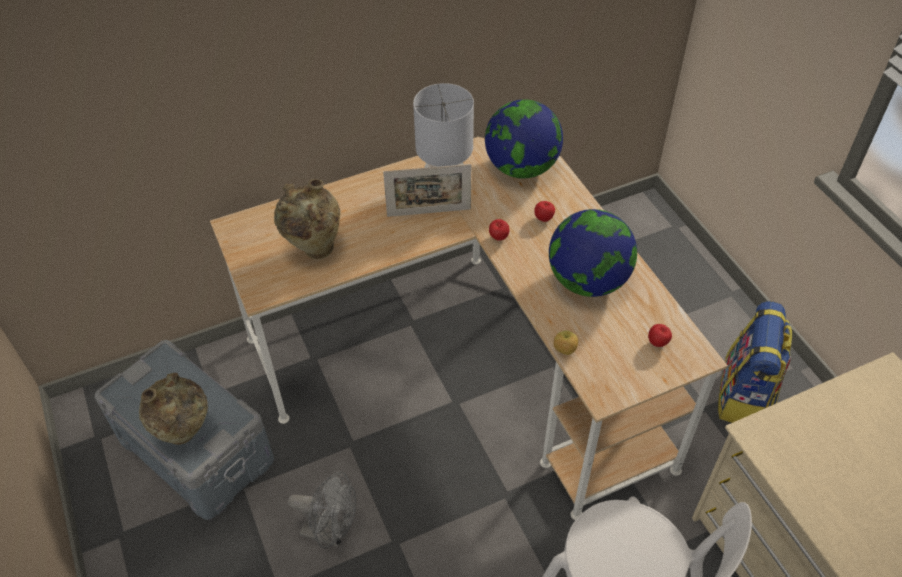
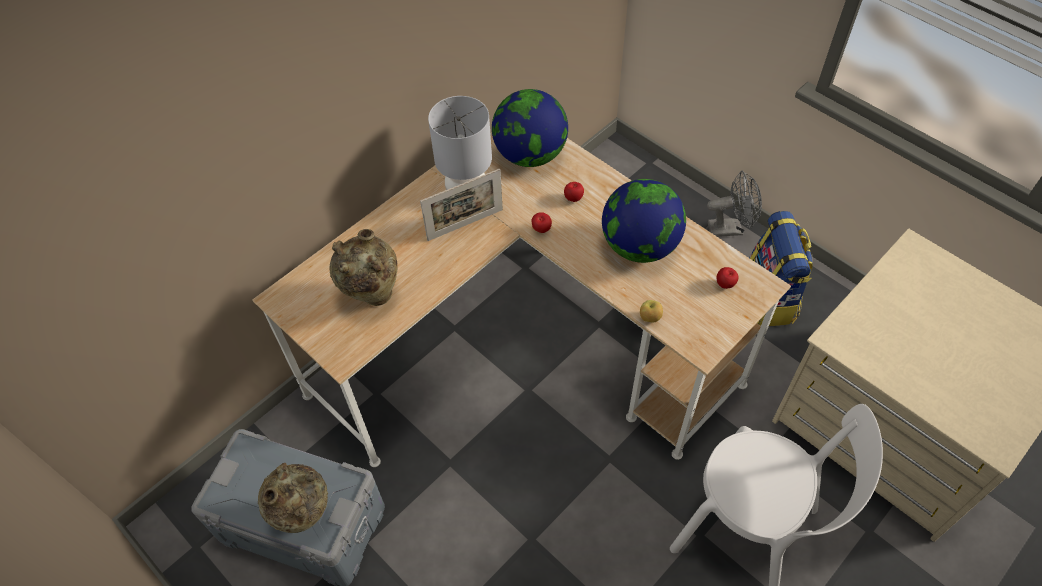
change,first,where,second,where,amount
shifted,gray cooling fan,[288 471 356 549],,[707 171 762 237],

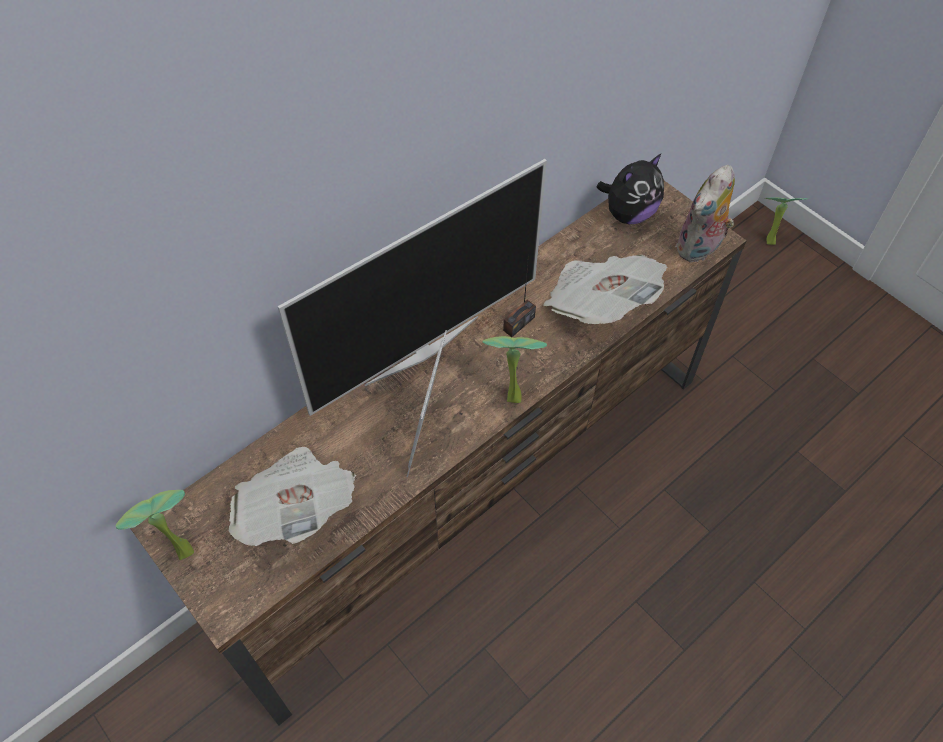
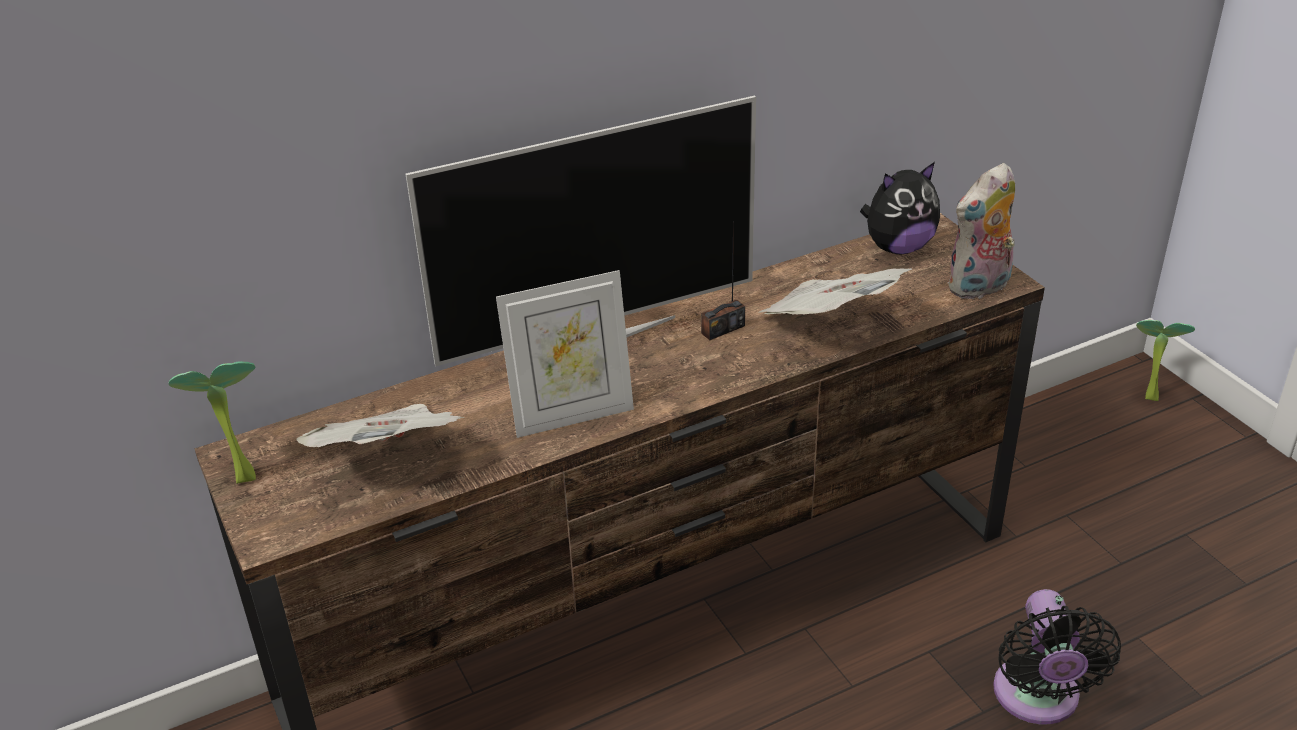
change,first,where,second,where,amount
rotated,standing frame,[407 330 447 477],,[496 270 634 438],135 degrees counterclockwise
gone,houseplant,[483 336 547 403],,,
new,,,black cooling fan,[993 589 1121 724],

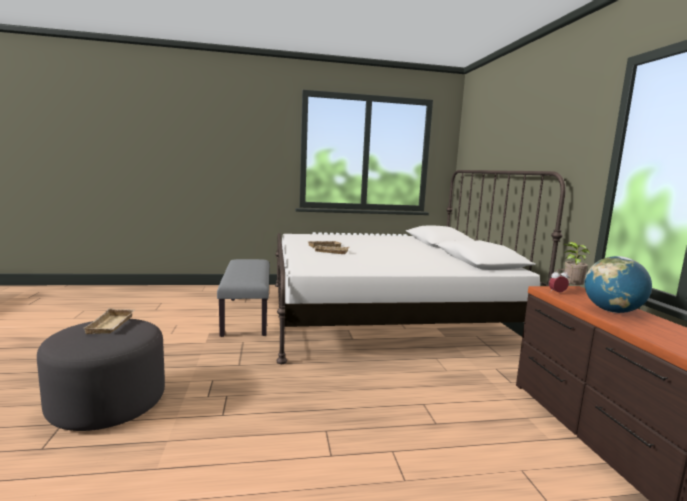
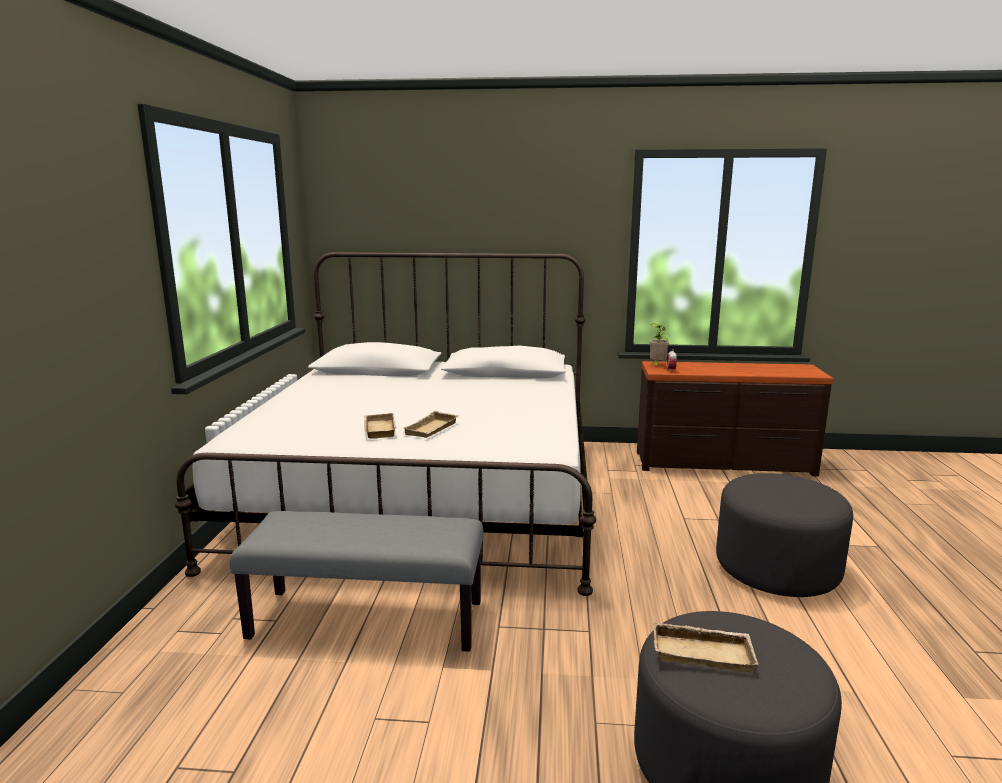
change,first,where,second,where,amount
gone,world globe,[584 256 652 313],,,
new,,,gray pouffe,[716 473 853 597],

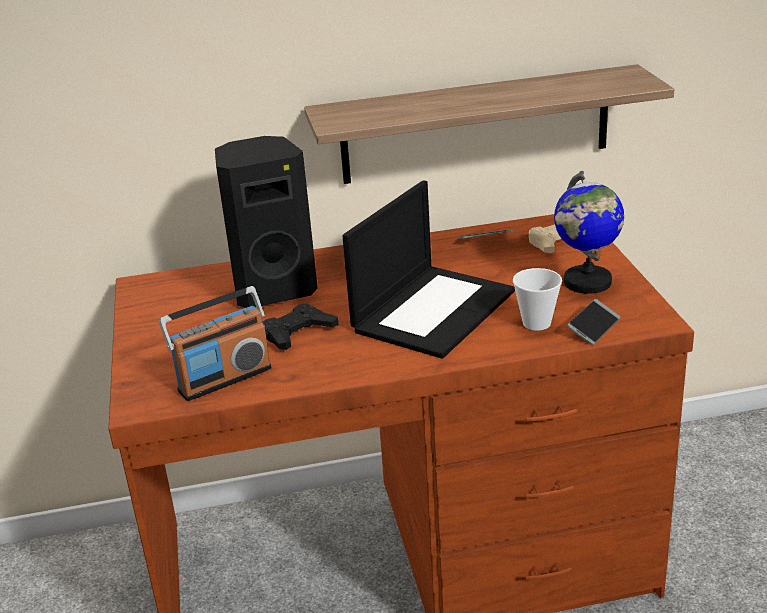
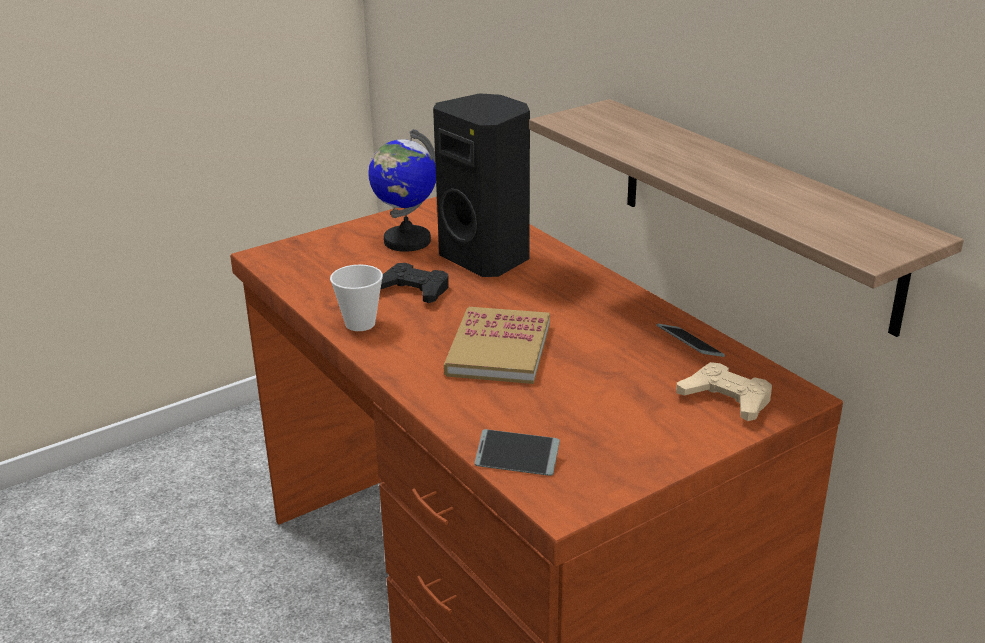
change,first,where,second,where,amount
shifted,world globe,[554 171 624 294],,[368 129 436 252],
swapped,laptop,[343 180 515 359],book,[444 307 550 384],
shifted,drinking cup,[513 268 562 331],,[330 264 383 331],
gone,radio set,[159 286 272 401],,,

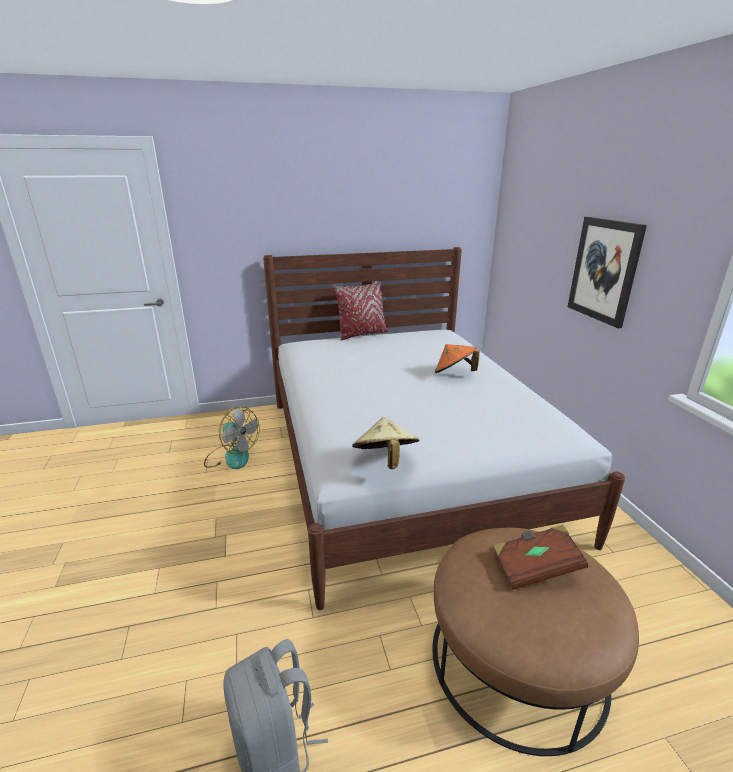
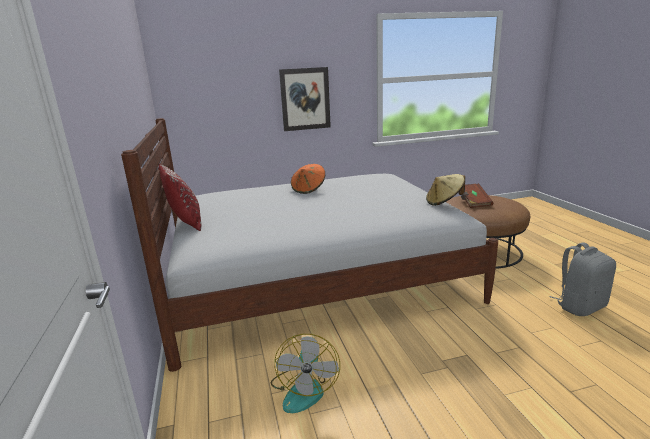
change,first,where,second,where,amount
rotated,cooling fan,[204 407 260 469],,[271 334 340 413],150 degrees clockwise

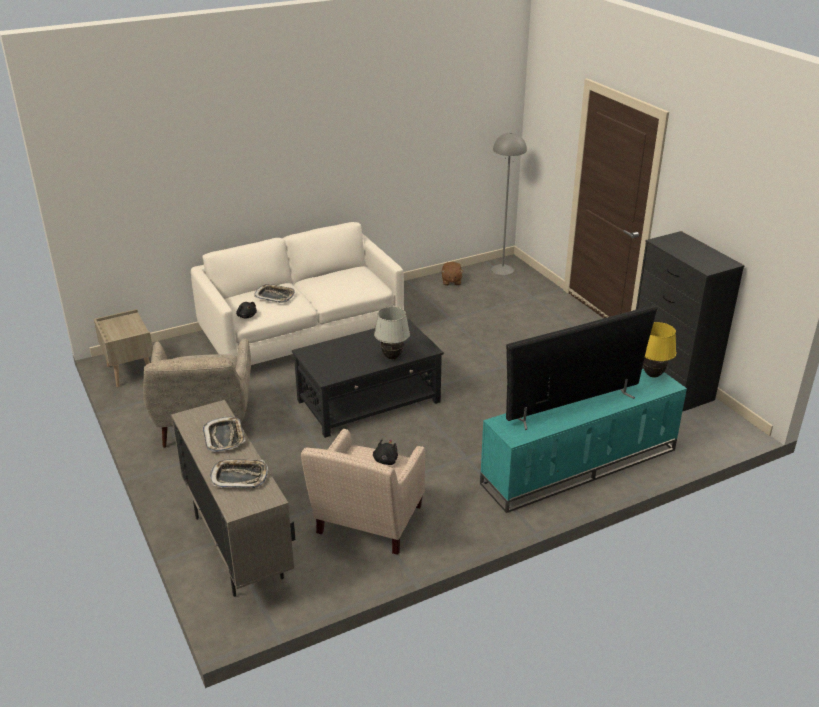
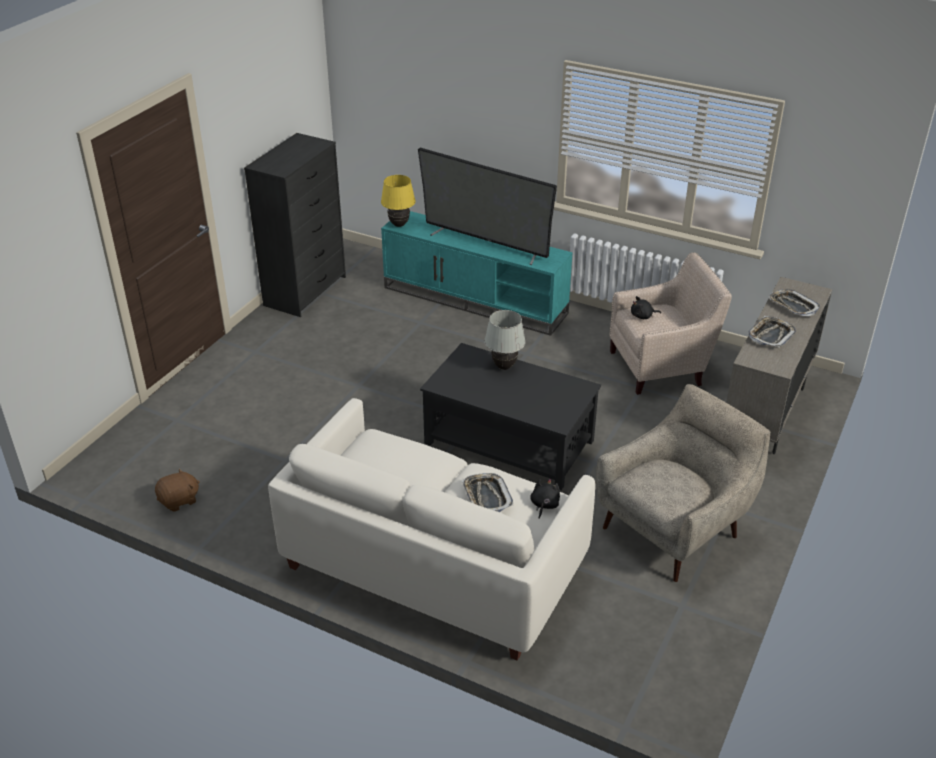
change,first,where,second,where,amount
gone,gray standard lamp,[491 133 527 275],,,
gone,sand-coloured bedside table,[94 309 153 387],,,

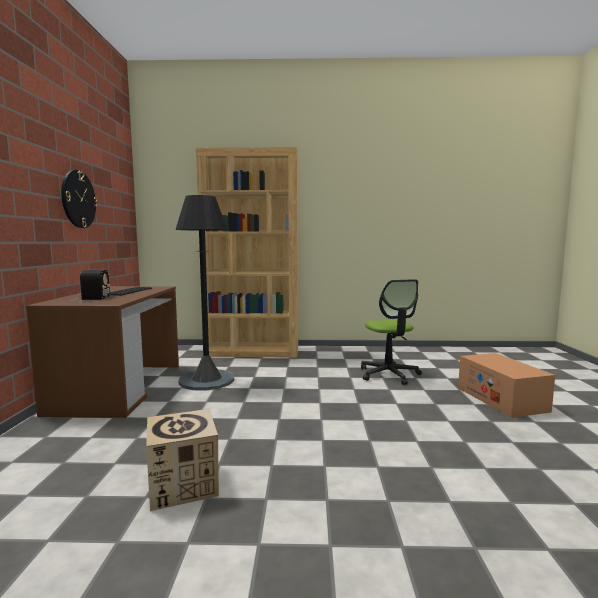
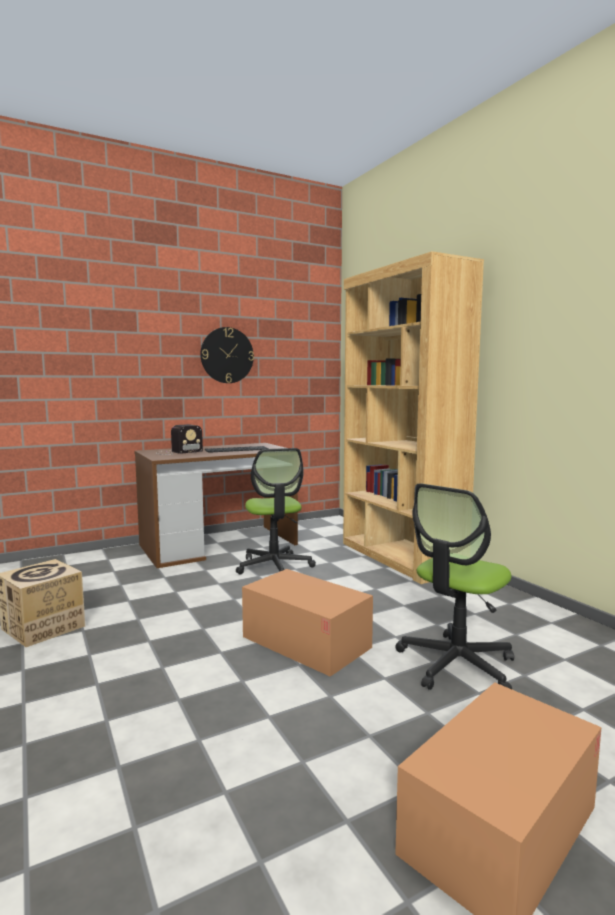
change,first,where,second,where,amount
swapped,black standard lamp,[175 195 234 390],desk chair,[236 448 316 575],
new,,,packing box,[242 569 373 677],

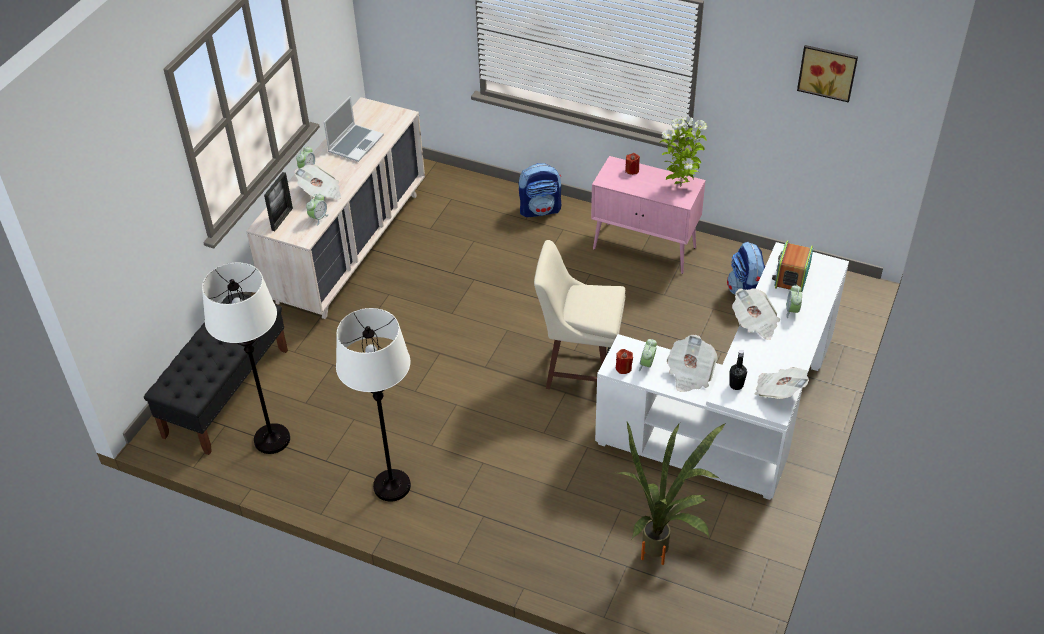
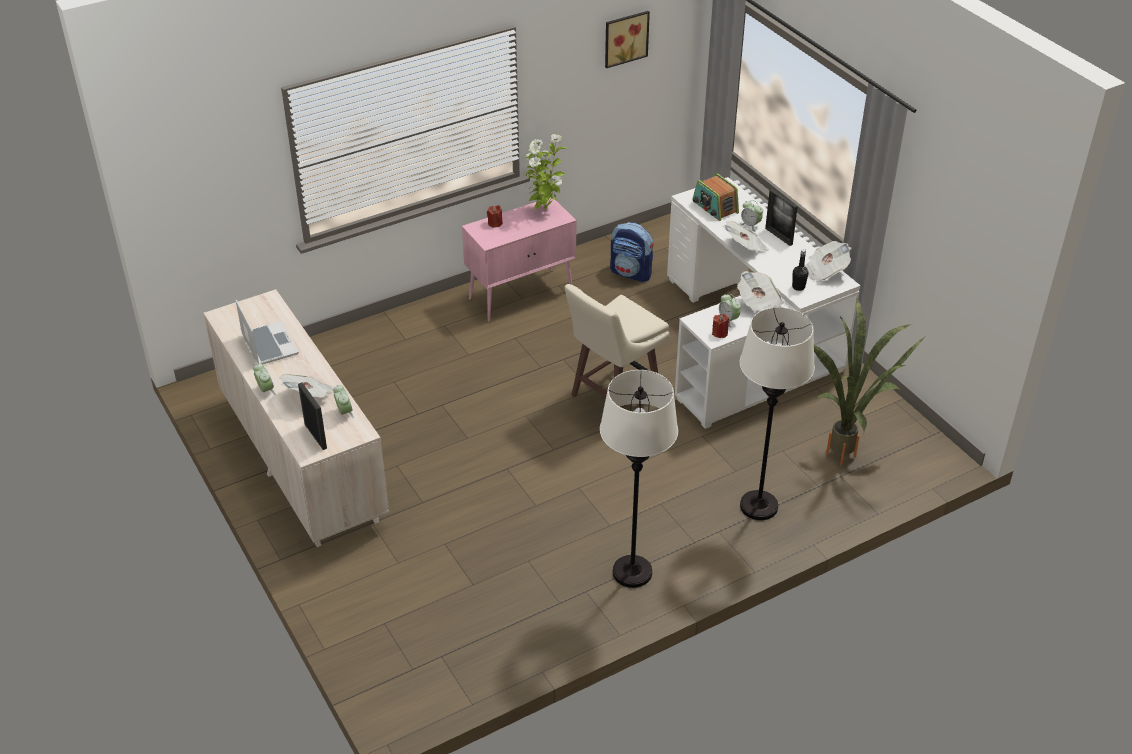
change,first,where,second,where,amount
gone,rucksack,[519 163 561 217],,,
shifted,white standard lamp,[202 263 290 454],,[740 307 815 520],
gone,black bench,[144 293 288 455],,,
new,,,standing frame,[765 189 798 246],

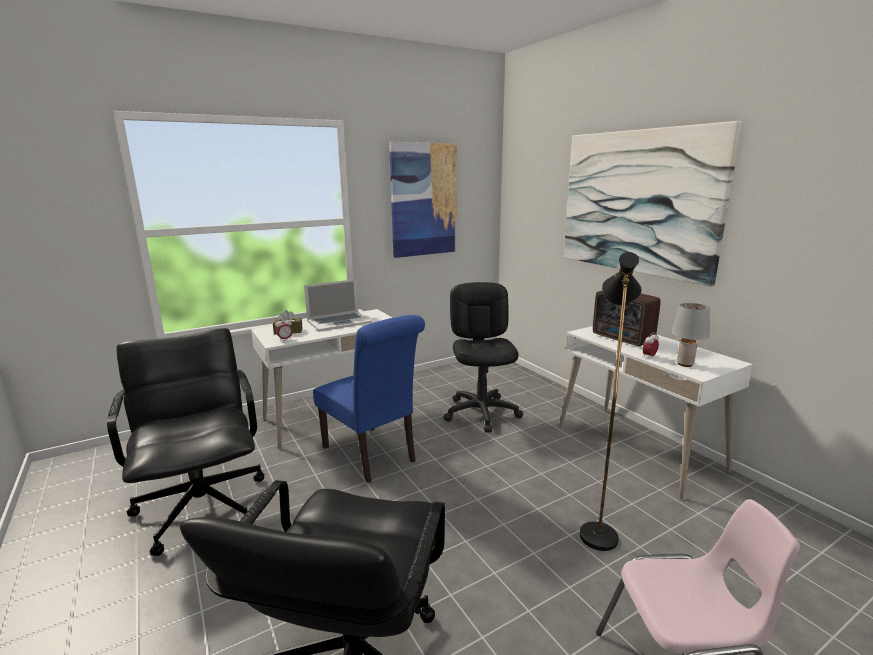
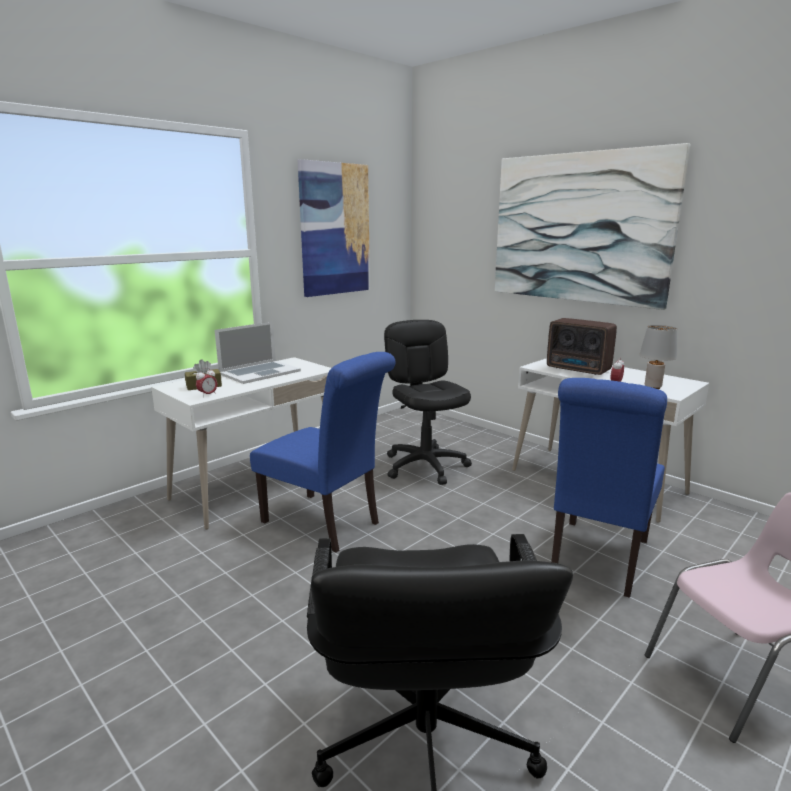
change,first,where,second,where,amount
swapped,black standard lamp,[580 252 642 551],blue upright chair,[551 378 667 598],
gone,black desk chair,[107 328 264 556],,,

